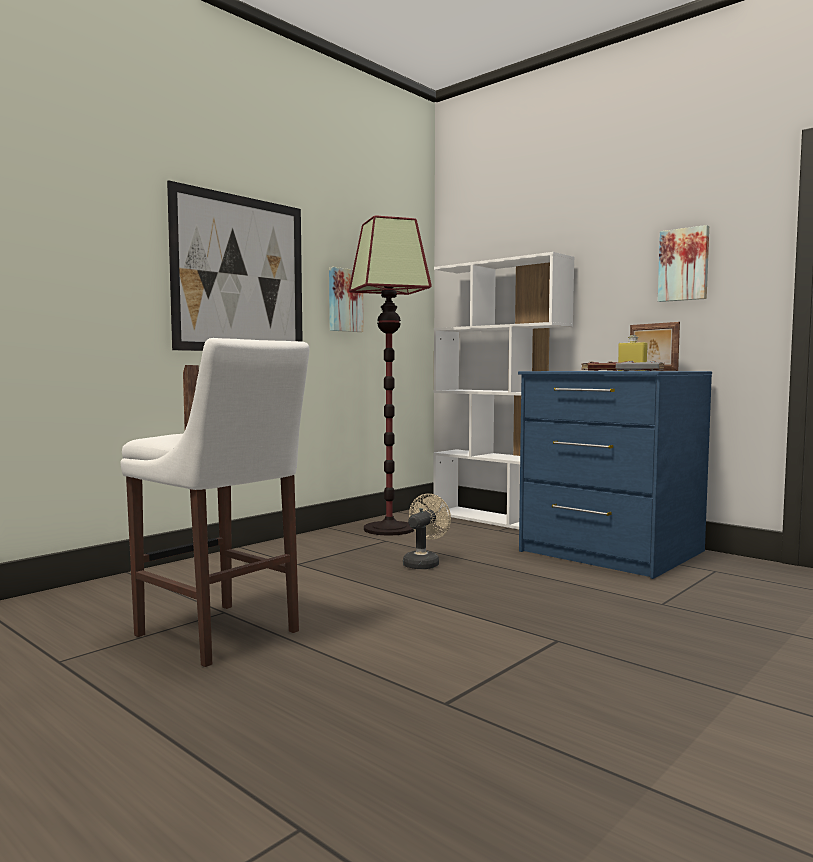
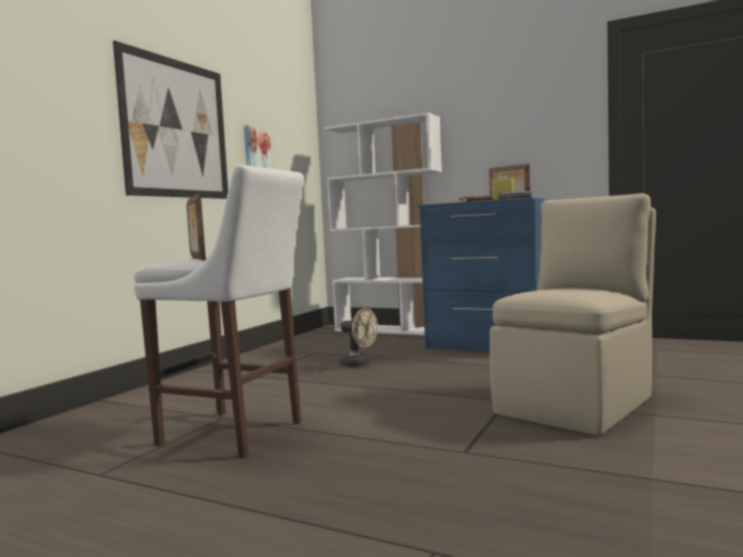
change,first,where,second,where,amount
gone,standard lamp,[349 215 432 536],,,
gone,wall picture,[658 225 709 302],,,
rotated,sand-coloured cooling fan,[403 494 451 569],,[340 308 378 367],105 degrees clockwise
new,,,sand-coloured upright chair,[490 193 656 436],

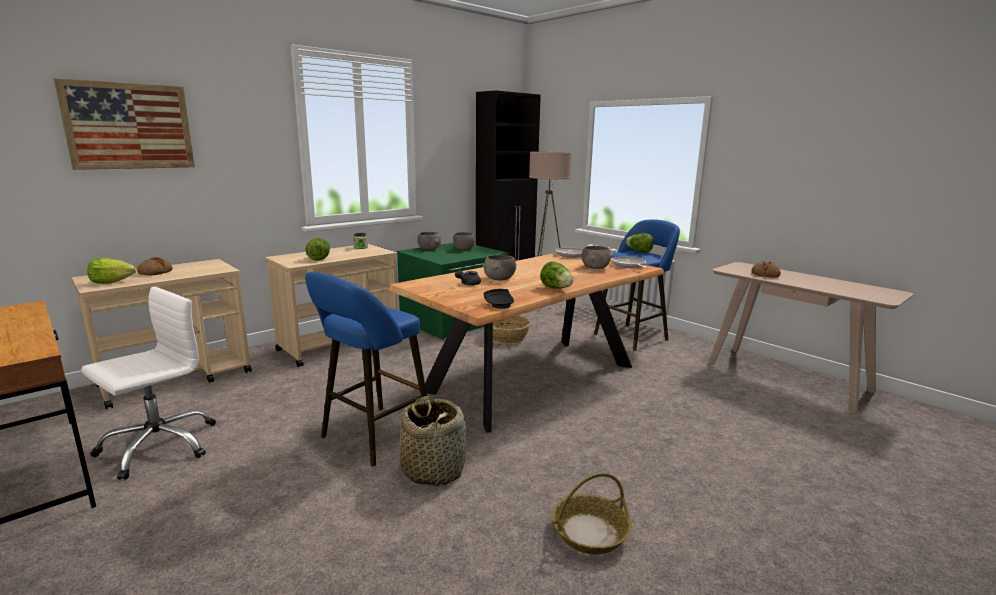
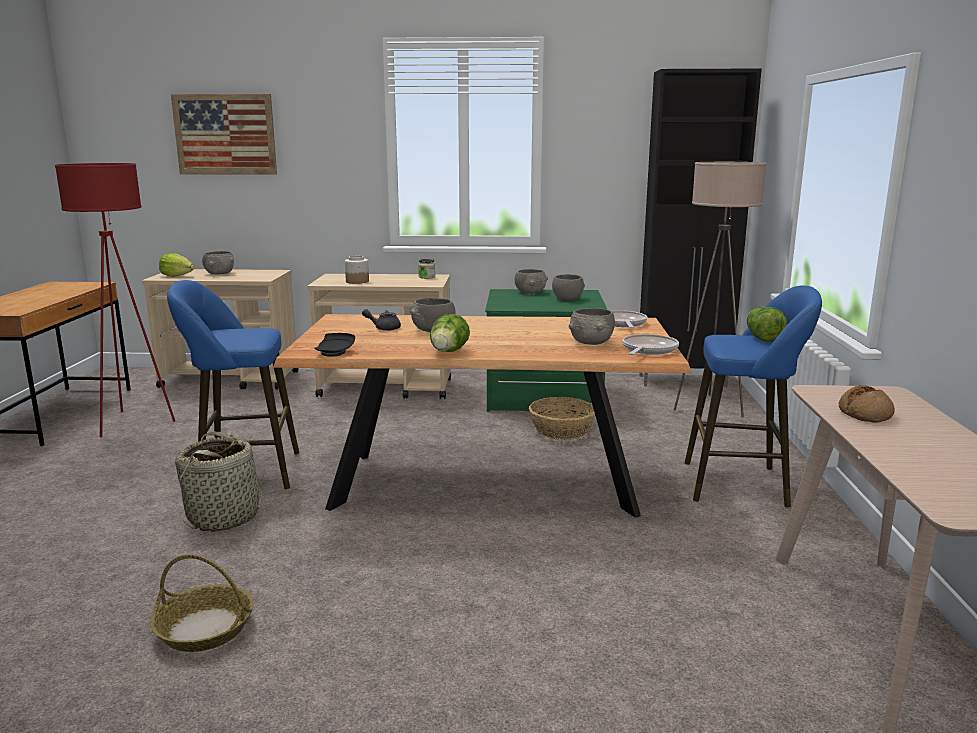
change,first,where,second,where,amount
swapped,head of lettuce,[306 238 330 261],storage jar,[345 256 369 284],
swapped,bakery bread,[137 257 173 275],gray bowl,[202 251 234 275],
swapped,white desk chair,[81 287 216 479],red standard lamp,[55 163 175 437],

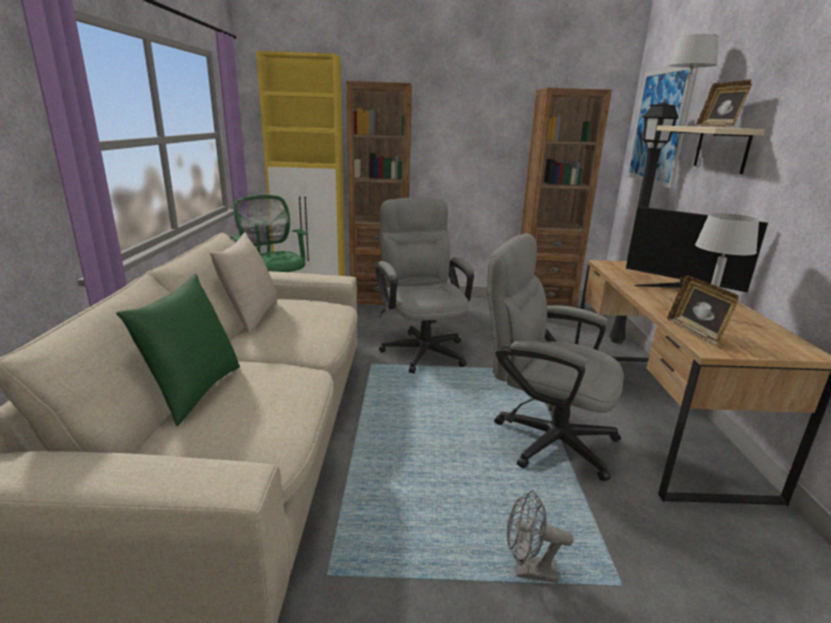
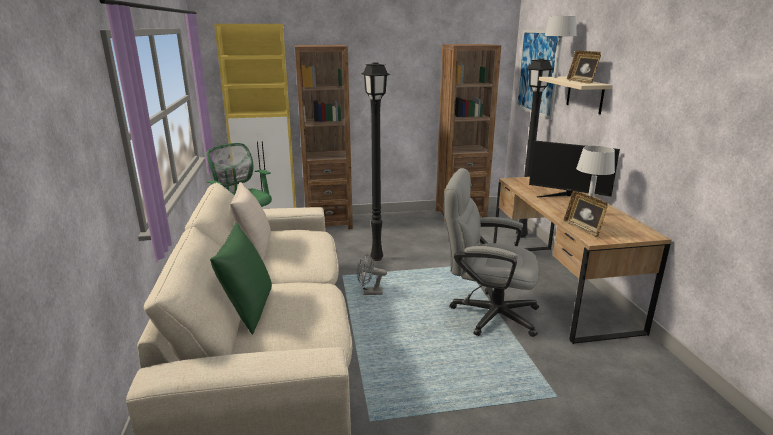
change,first,where,second,where,amount
swapped,gray desk chair,[375 197 474 373],black standard lamp,[361 62 390 261],
shifted,gray cooling fan,[507 490 574 583],,[357 254 387 295],

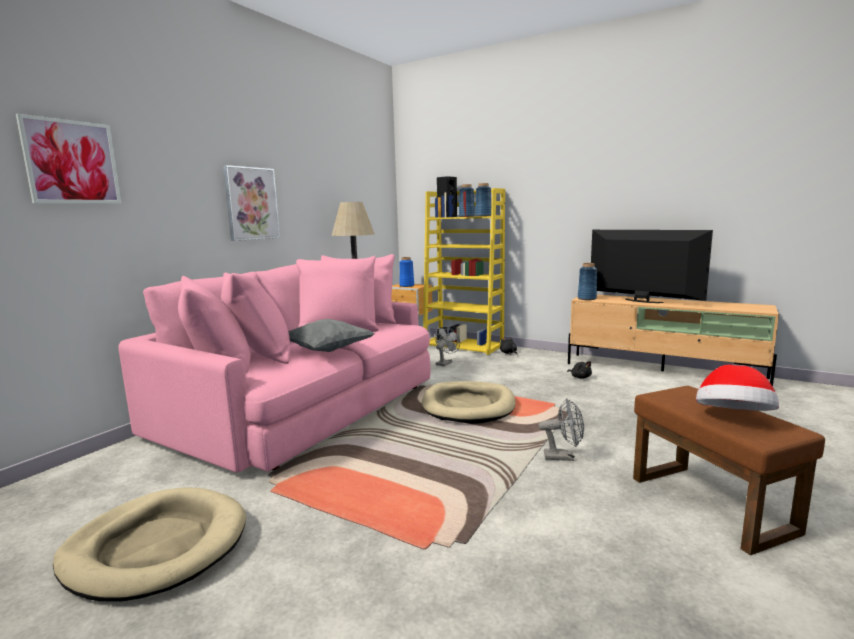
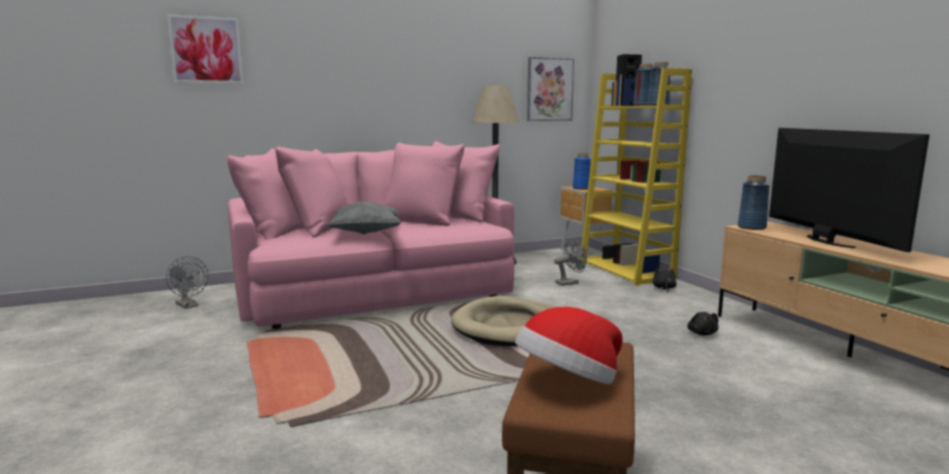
change,first,where,second,where,amount
shifted,wall picture,[223 165 280 241],,[527 57 574 121],
shifted,gray cooling fan,[538 398 584 461],,[166 256 208 309],
gone,sand-coloured dog bed,[53 487 246 602],,,

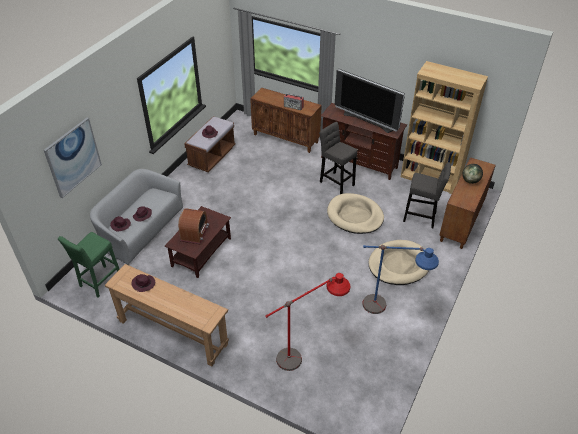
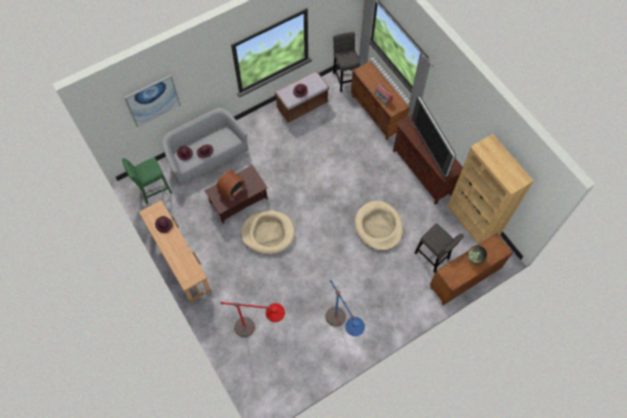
change,first,where,second,where,amount
shifted,gray stool seat,[319 122 357 194],,[333 32 360 92],
shifted,sand-coloured dog bed,[368 240 429 285],,[241 210 295 255],

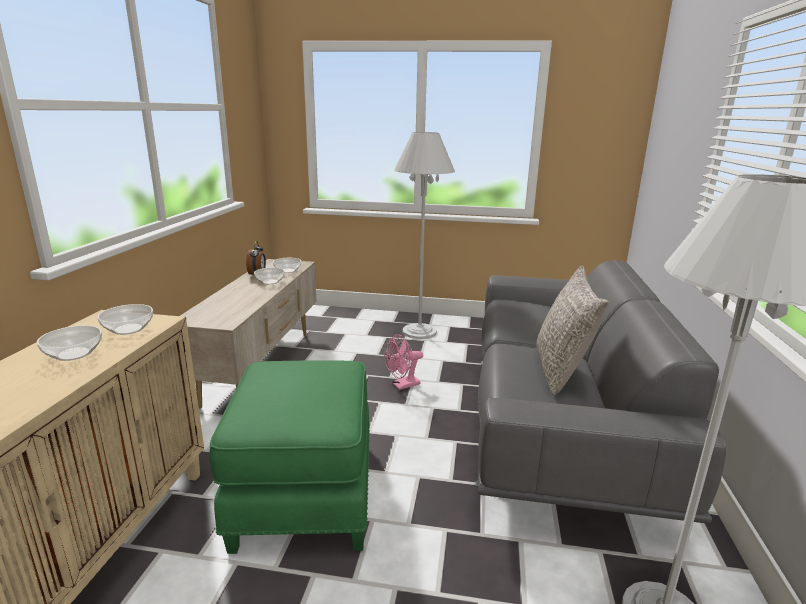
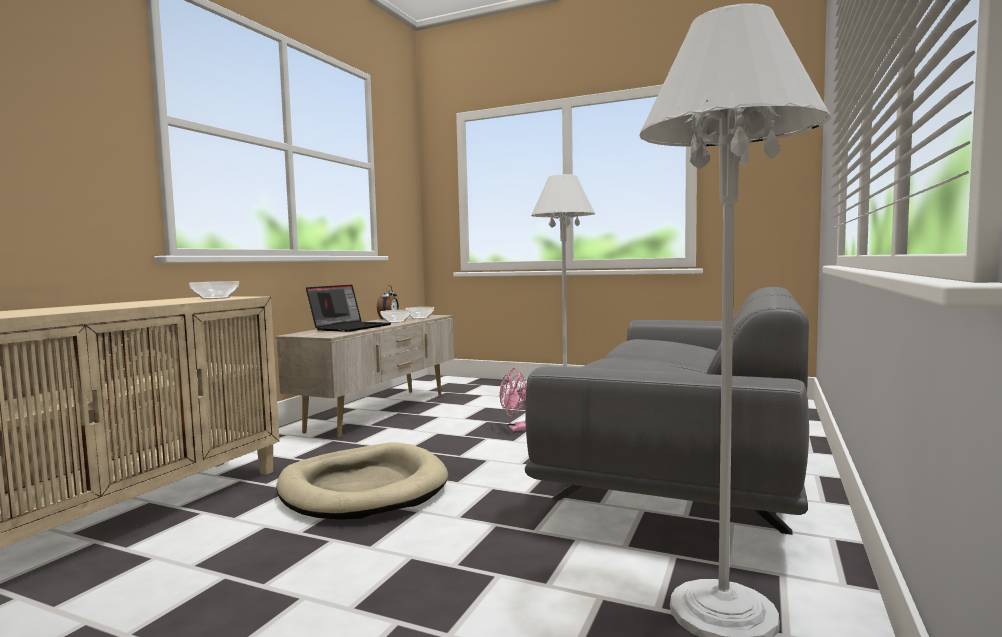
change,first,where,second,where,amount
gone,gray cushion,[536 266 609 396],,,
gone,bowl,[36 325 102 361],,,
swapped,green pouffe,[209 360 370 554],sand-coloured dog bed,[276 442 448 520],
new,,,laptop,[306 285 391 332],

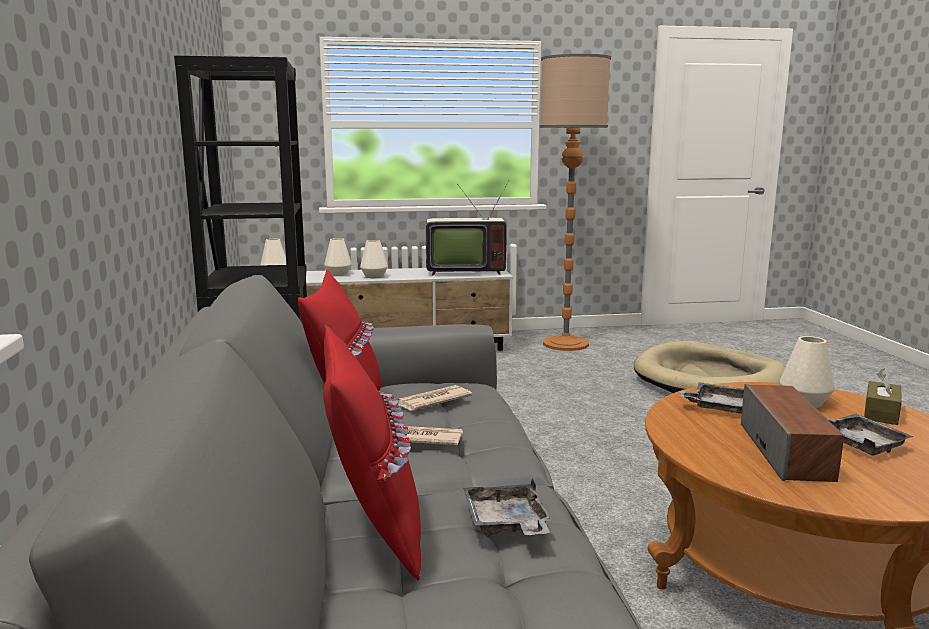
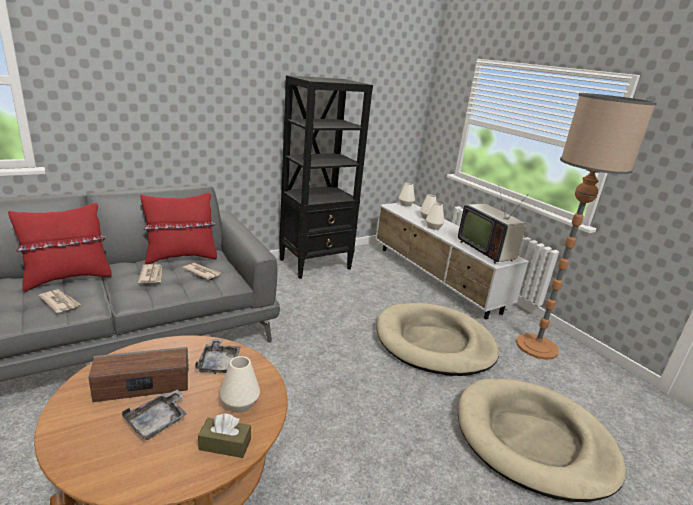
change,first,where,second,where,amount
swapped,gray serving tray,[463 478 551 535],daily paper,[38 289 81 313],
new,,,sand-coloured dog bed,[377 303 499 376],

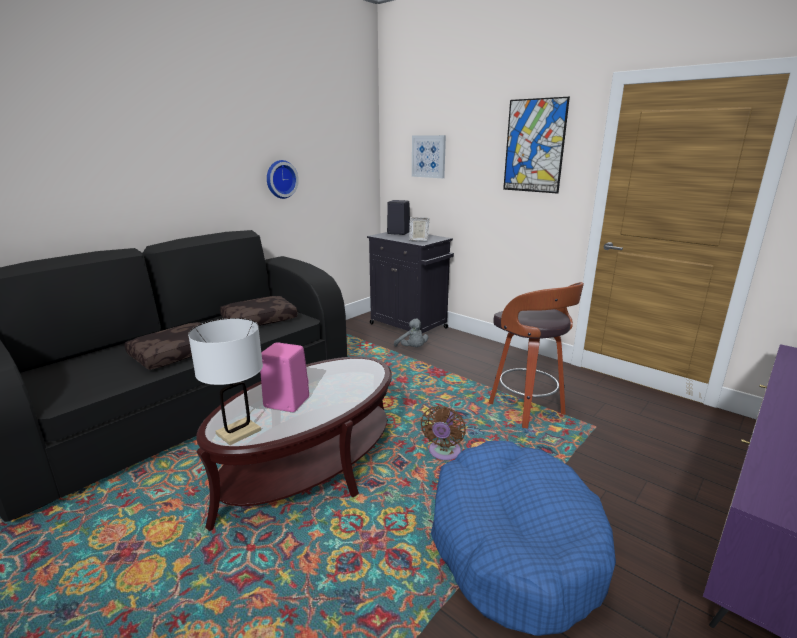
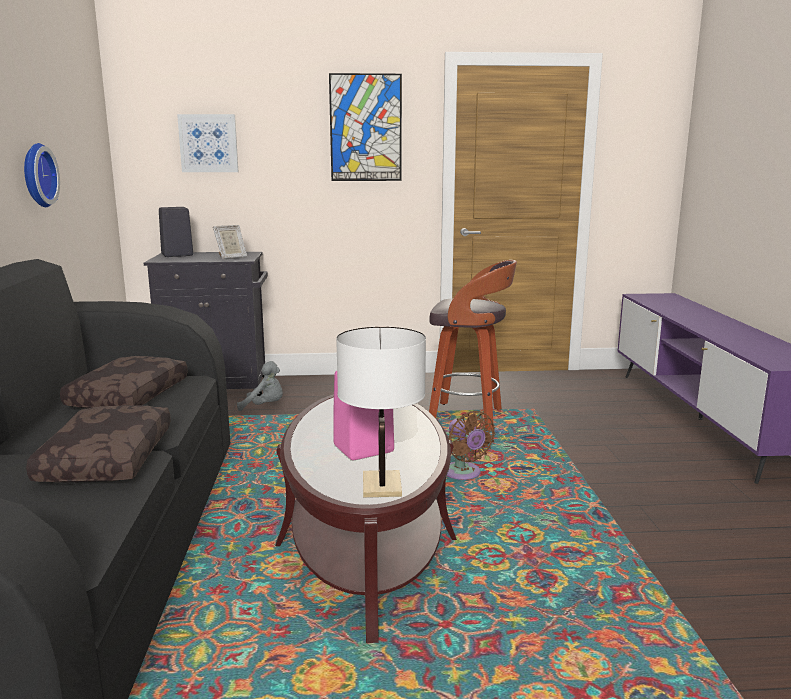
change,first,where,second,where,amount
gone,blue dog bed,[431 441 616 636],,,

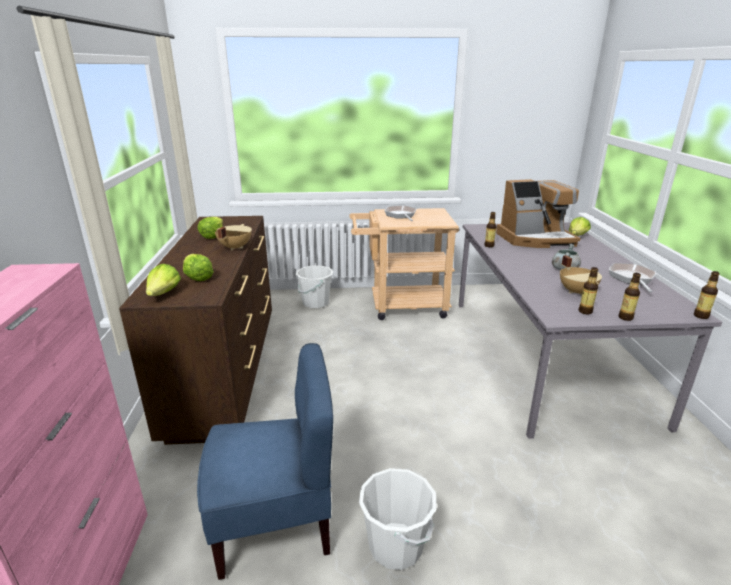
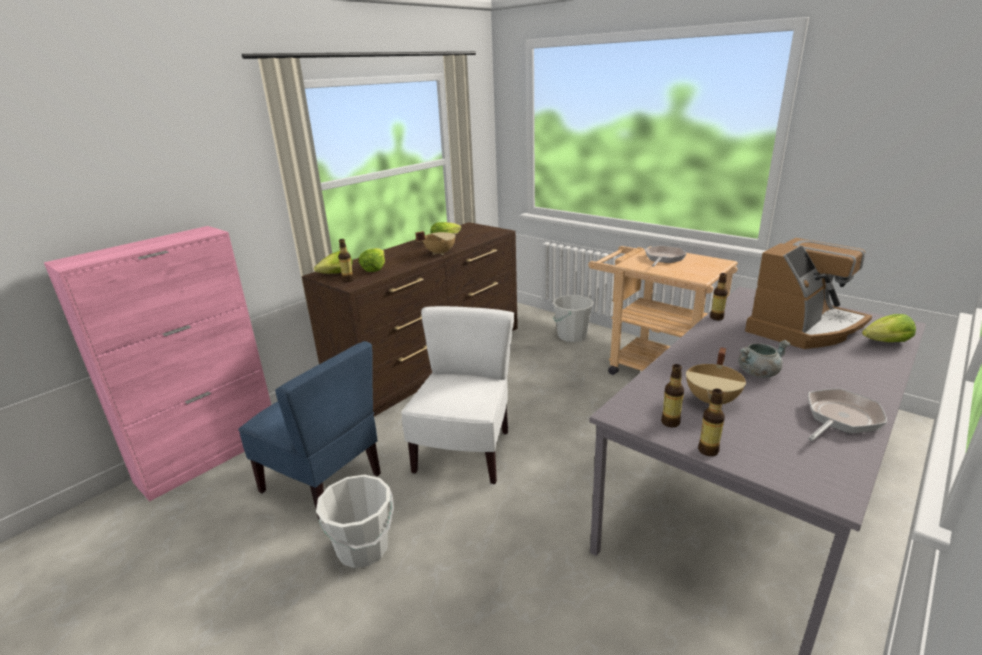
change,first,where,second,where,amount
rotated,coffee maker,[496 179 581 248],,[745 238 872 349],75 degrees counterclockwise
shifted,drink bottle,[694 271 720 319],,[338 239 354 282],
new,,,white upright chair,[401 306 514 484],

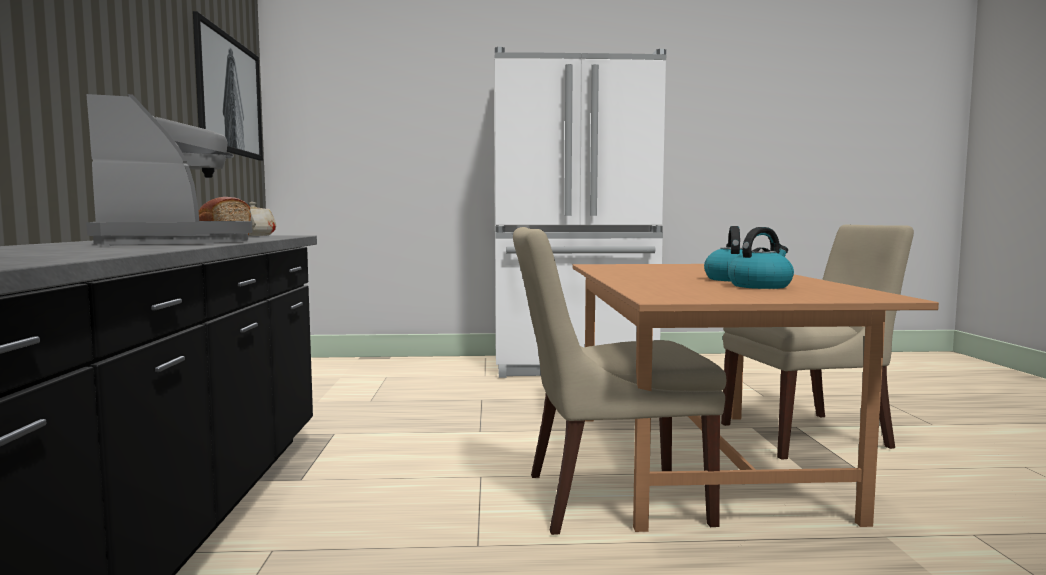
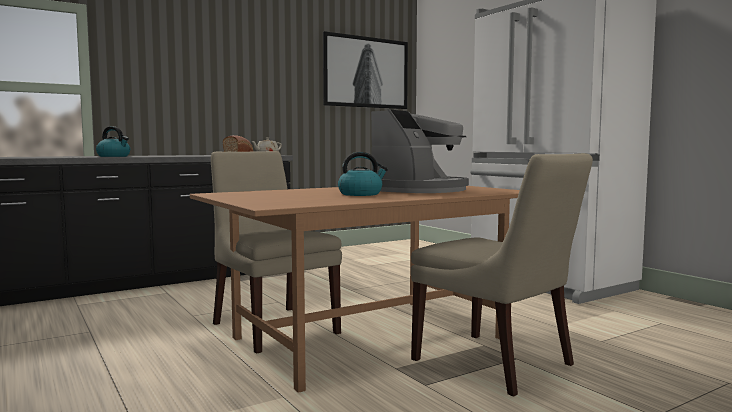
change,first,where,second,where,amount
shifted,coffee maker,[86 94 252 245],,[371 109 469 193],
shifted,tea kettle,[728 227 794 289],,[96 126 130 157],

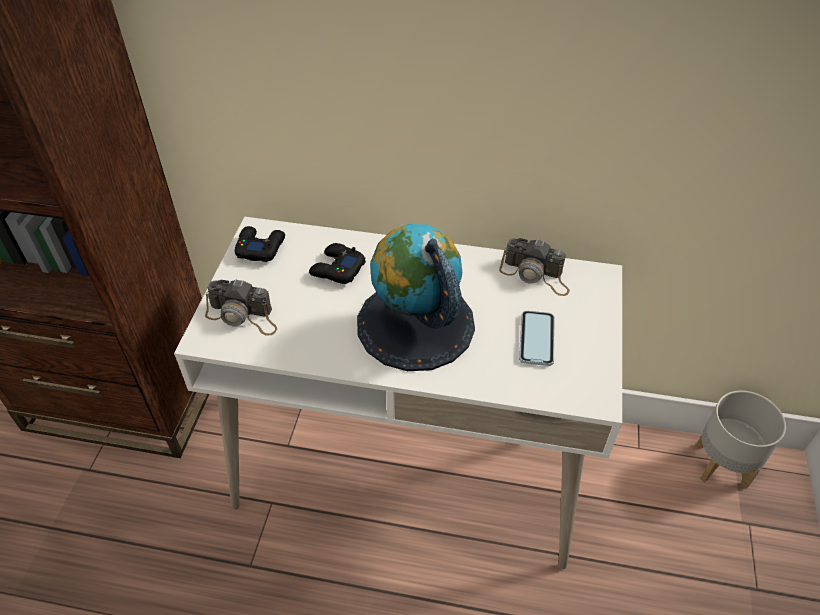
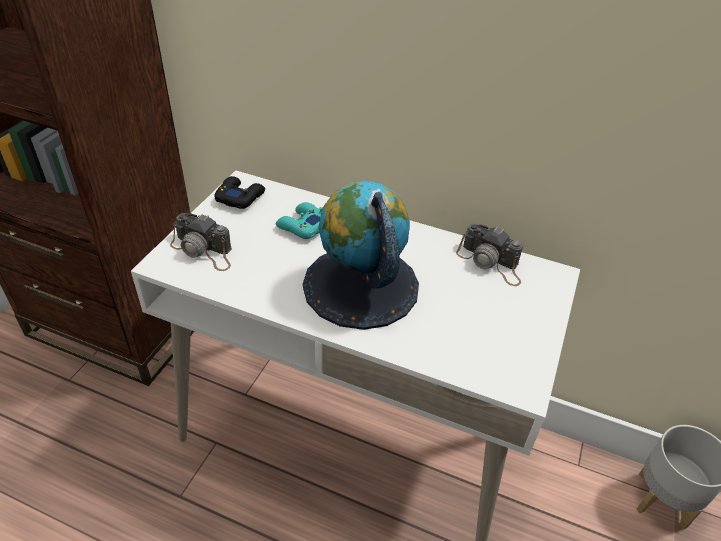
change,first,where,second,where,amount
repainted,black gamepad,[309 243 366 284],turquoise-coloured gamepad,[276 202 322 239],
gone,phone,[519 311 555 366],,,

